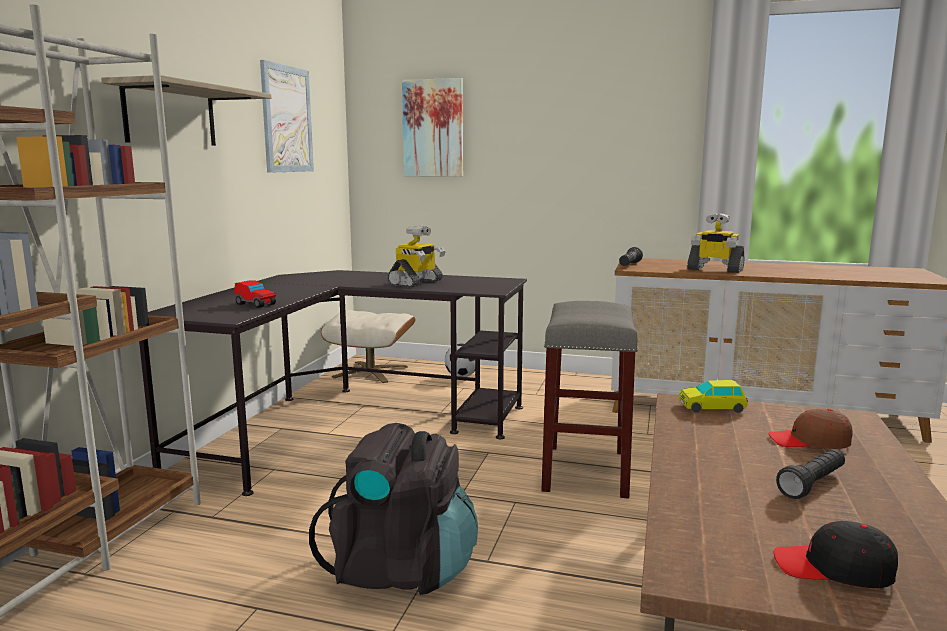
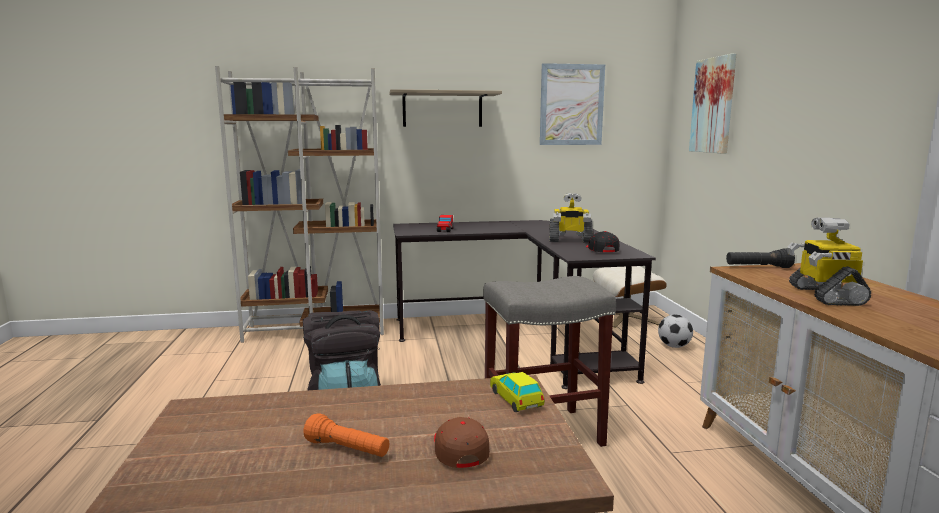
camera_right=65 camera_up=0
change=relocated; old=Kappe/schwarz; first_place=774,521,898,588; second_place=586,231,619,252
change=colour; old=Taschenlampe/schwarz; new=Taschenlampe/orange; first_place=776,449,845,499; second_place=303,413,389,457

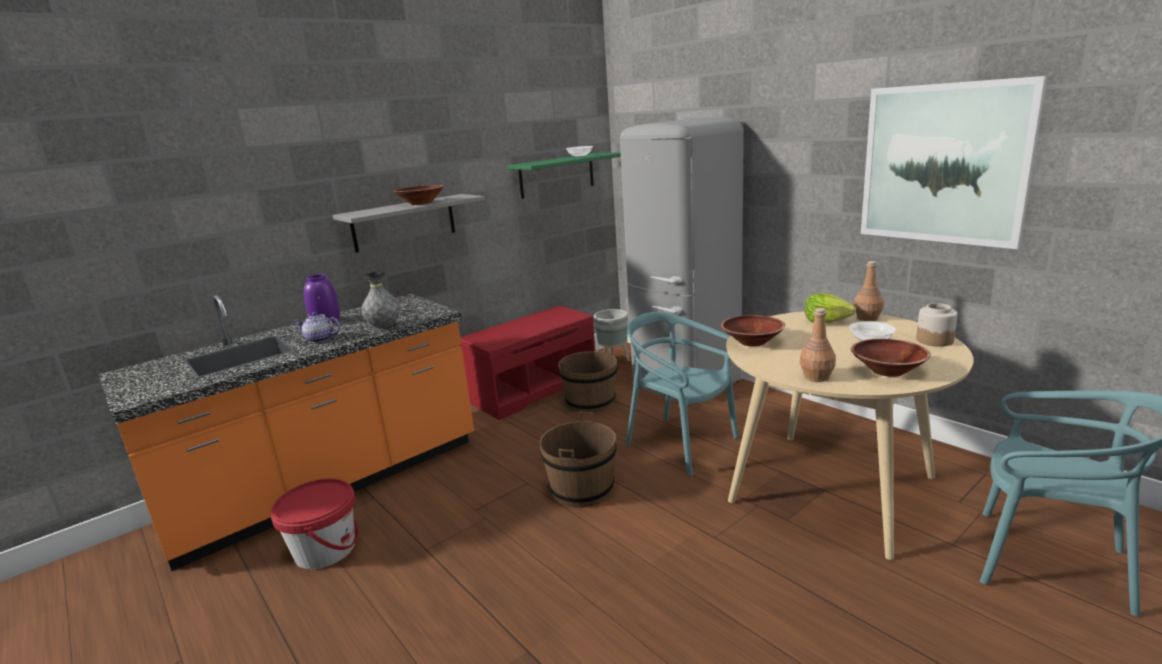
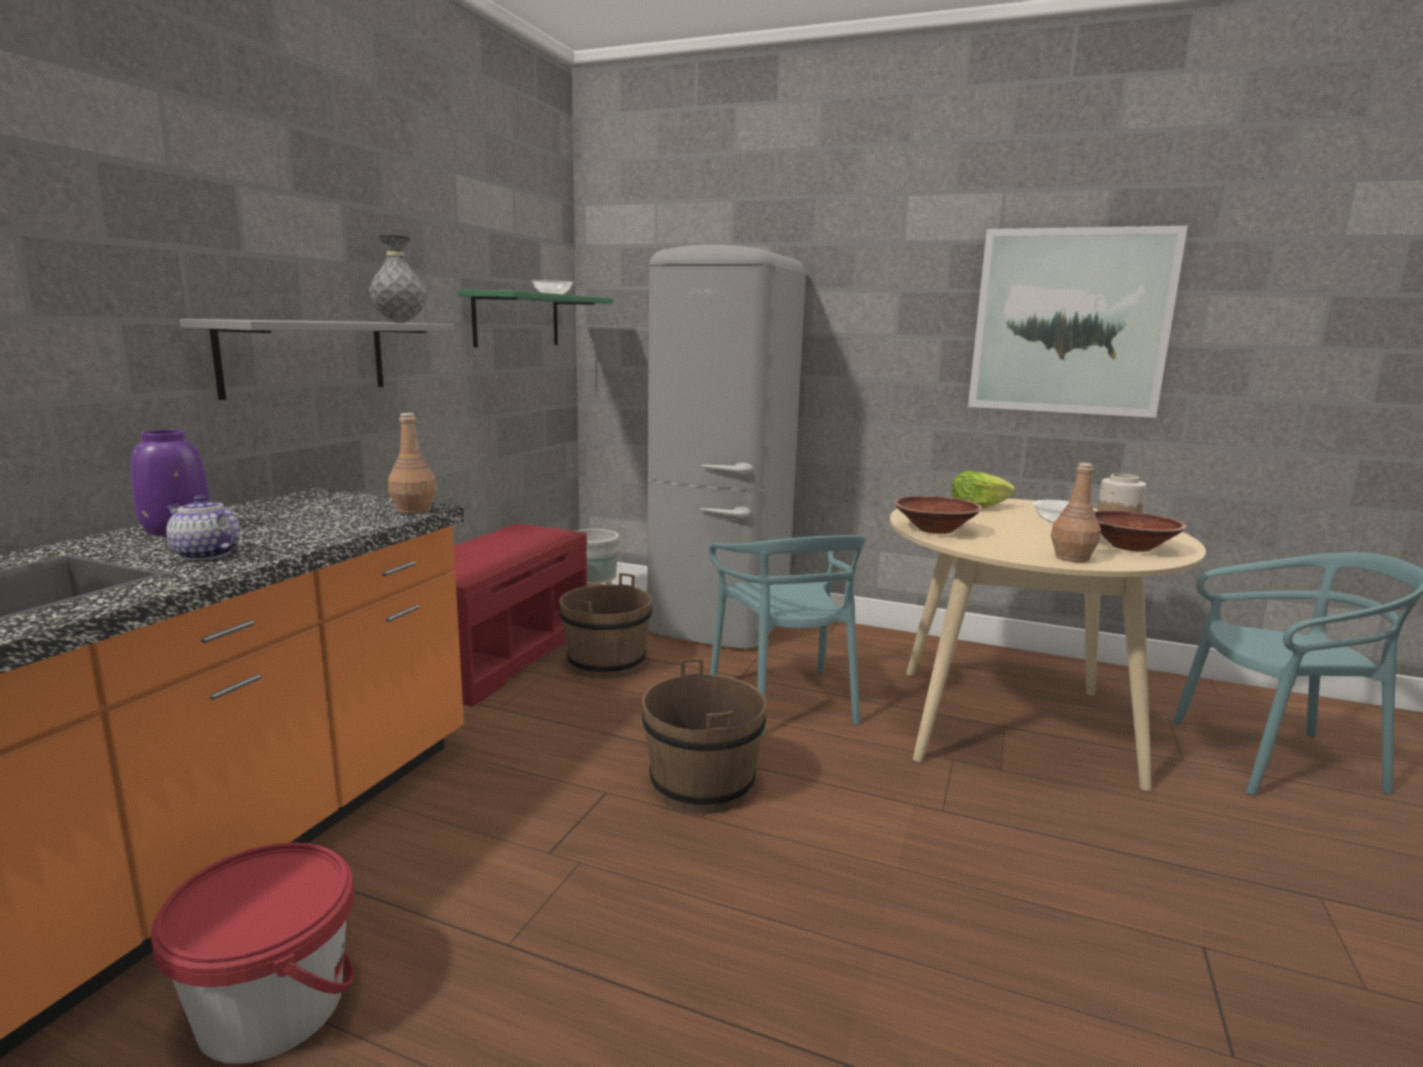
camera_right=-30 camera_up=-5
change=missing; old=Schüssel/braun; first_place=393,185,444,205
change=relocated; old=Vase/grau; first_place=362,271,400,328; second_place=369,235,427,322
change=relocated; old=Flasche/braun; first_place=854,261,884,321; second_place=388,413,437,514
change=spun; old=Teekanne; first_place=294,312,341,343; second_place=166,495,240,561; degrees=45
change=spun; old=Stuhl/türkis; first_place=626,312,739,476; second_place=709,535,866,736; degrees=-120

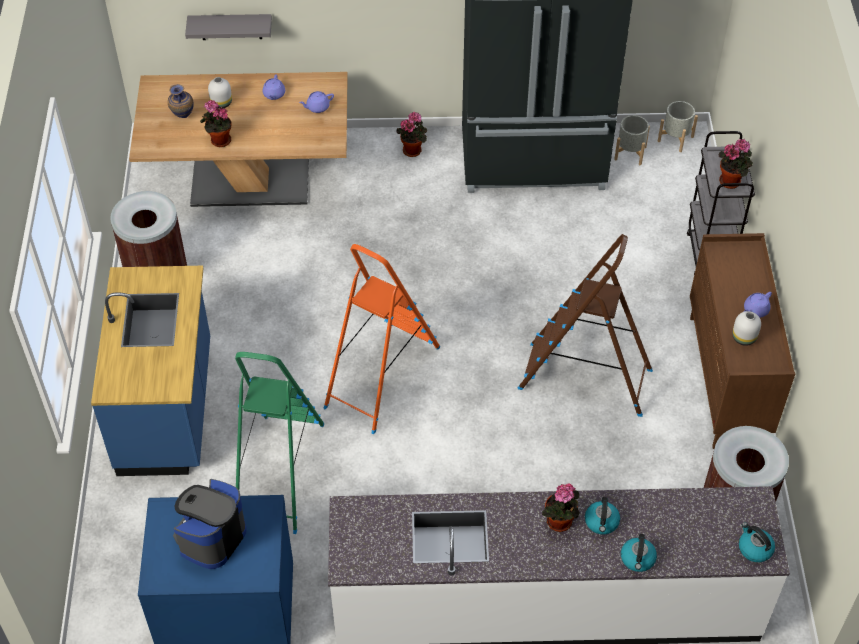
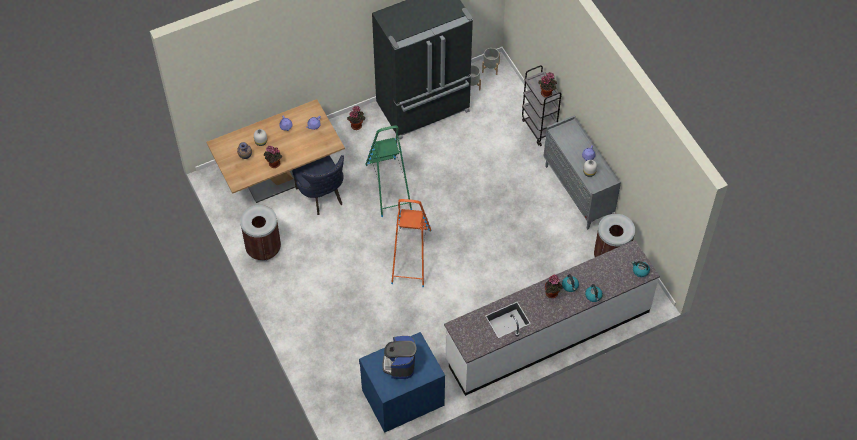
camera_right=-25 camera_up=5
change=missing; old=Küchenzeile/blau; first_place=91,266,210,476
change=missing; old=Wandregal/grau; first_place=185,14,272,40
change=missing; old=Trittleiter/braun; first_place=518,234,653,417
change=appeared; new=Stuhl/blau; second_place=292,155,344,215
change=relocated; old=Trittleiter/grün; first_place=235,352,324,534; second_place=365,126,412,217
change=colour; old=Schrank/braun; new=Schrank/grau; first_place=690,233,795,449; second_place=543,115,621,230

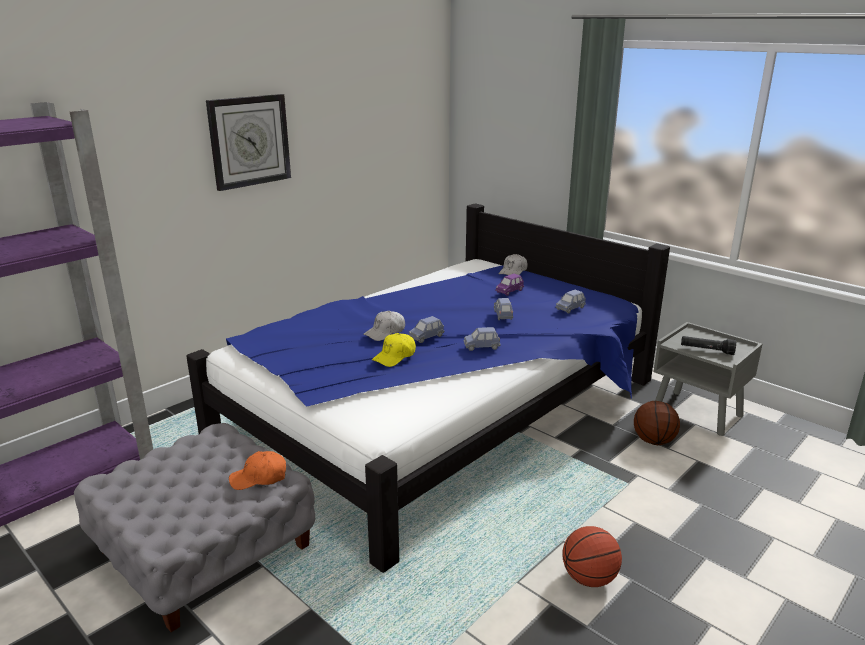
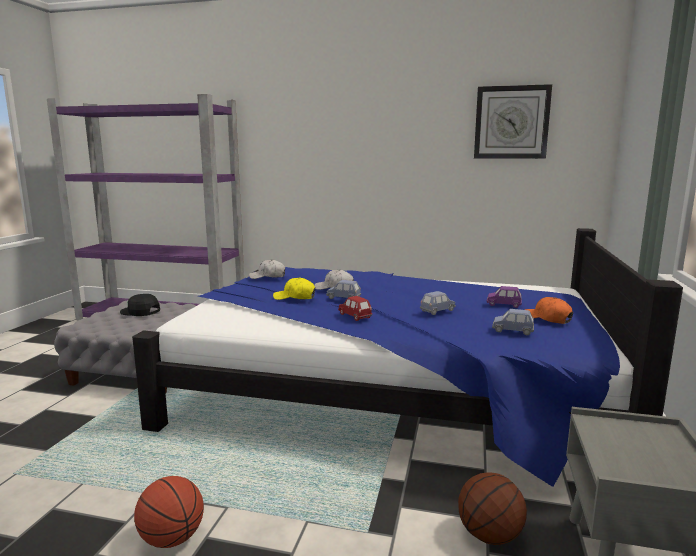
camera_right=60 camera_up=-10
change=missing; old=Taschenlampe/schwarz; first_place=681,336,736,355
change=appeared; new=Kappe/schwarz; second_place=120,294,160,316
change=relocated; old=Wanduhr; first_place=206,94,291,191; second_place=474,84,552,159
change=relocated; old=Kappe/orange; first_place=229,451,286,490; second_place=525,297,573,324
change=relocated; old=Kappe/weiß; first_place=499,254,528,275; second_place=249,259,285,279
change=colour; old=Spielzeugauto/blau; new=Spielzeugauto/rot; first_place=463,327,501,351; second_place=338,296,372,321

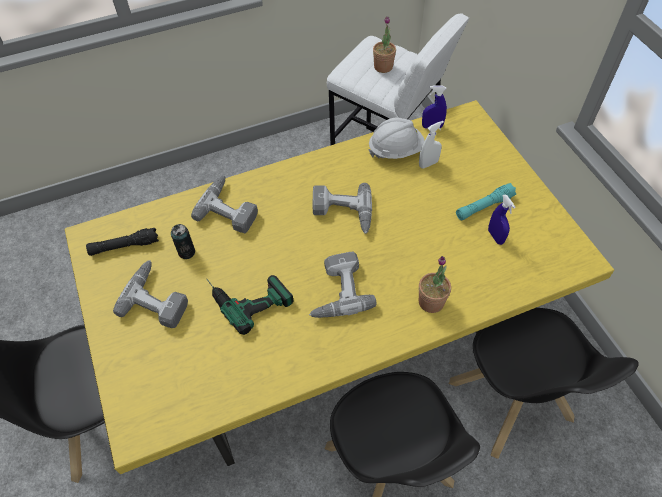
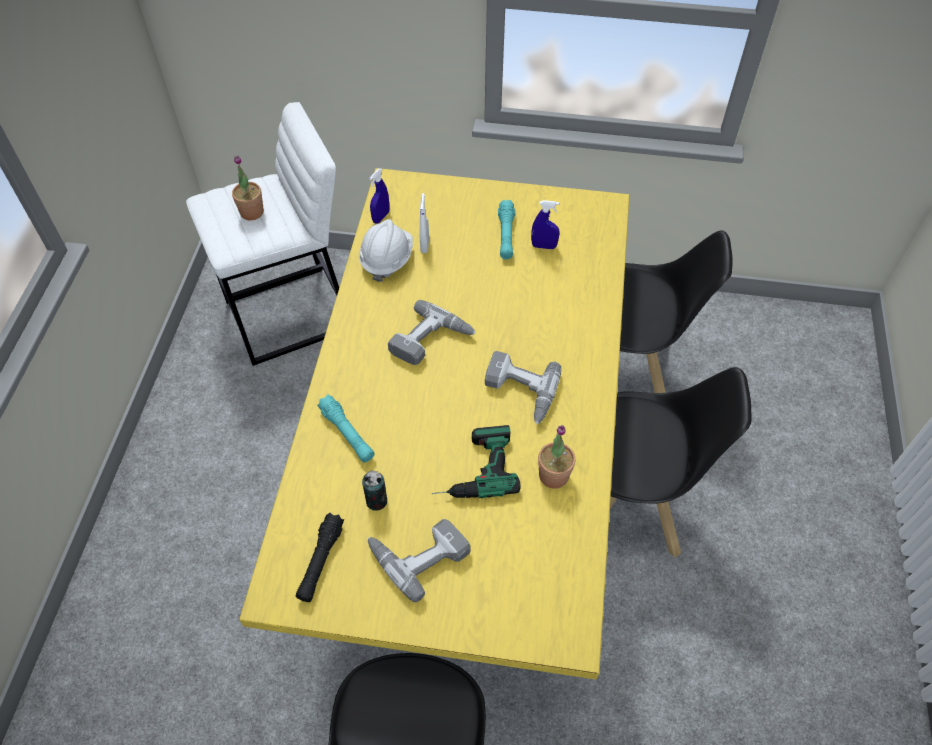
camera_right=-60 camera_up=0
change=relocated; old=Topfpflanze; first_place=419,256,451,313; second_place=538,425,575,489
change=exchanged; old=Bohrmaschine; new=Taschenlampe/türkis; first_place=191,175,258,233; second_place=317,395,375,463

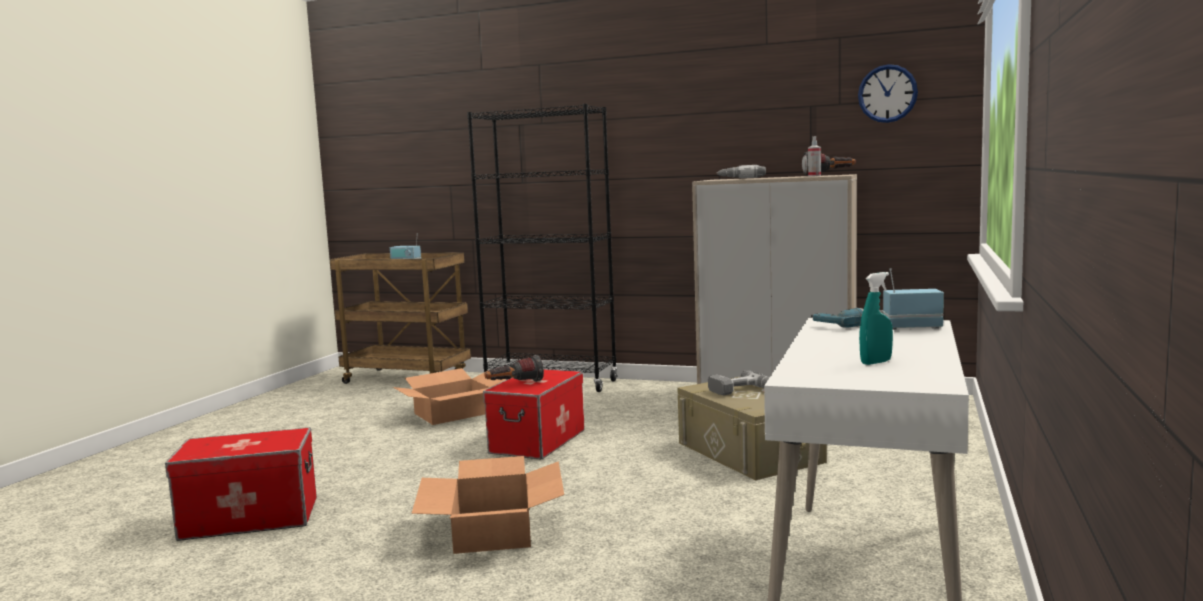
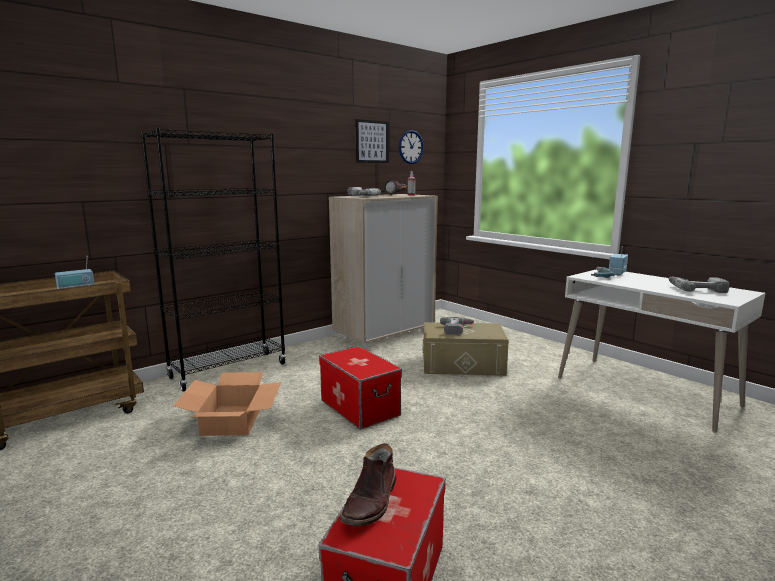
camera_right=-60 camera_up=5
change=missing; old=Karton; first_place=411,456,564,554
change=missing; old=Taschenlampe; first_place=484,355,544,382
change=appeared; new=Stiefel/braun; second_place=340,443,396,526
change=appeared; new=Bild; second_place=355,119,389,163
change=exchanged; old=Sprühflasche/türkis; new=Bohrmaschine; first_place=859,272,893,365; second_place=669,277,730,293

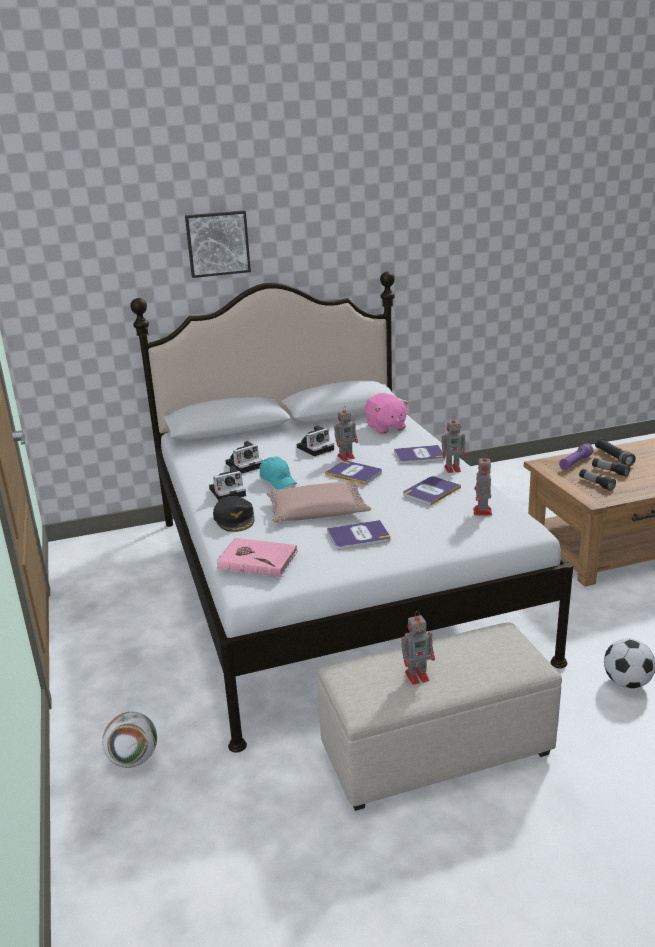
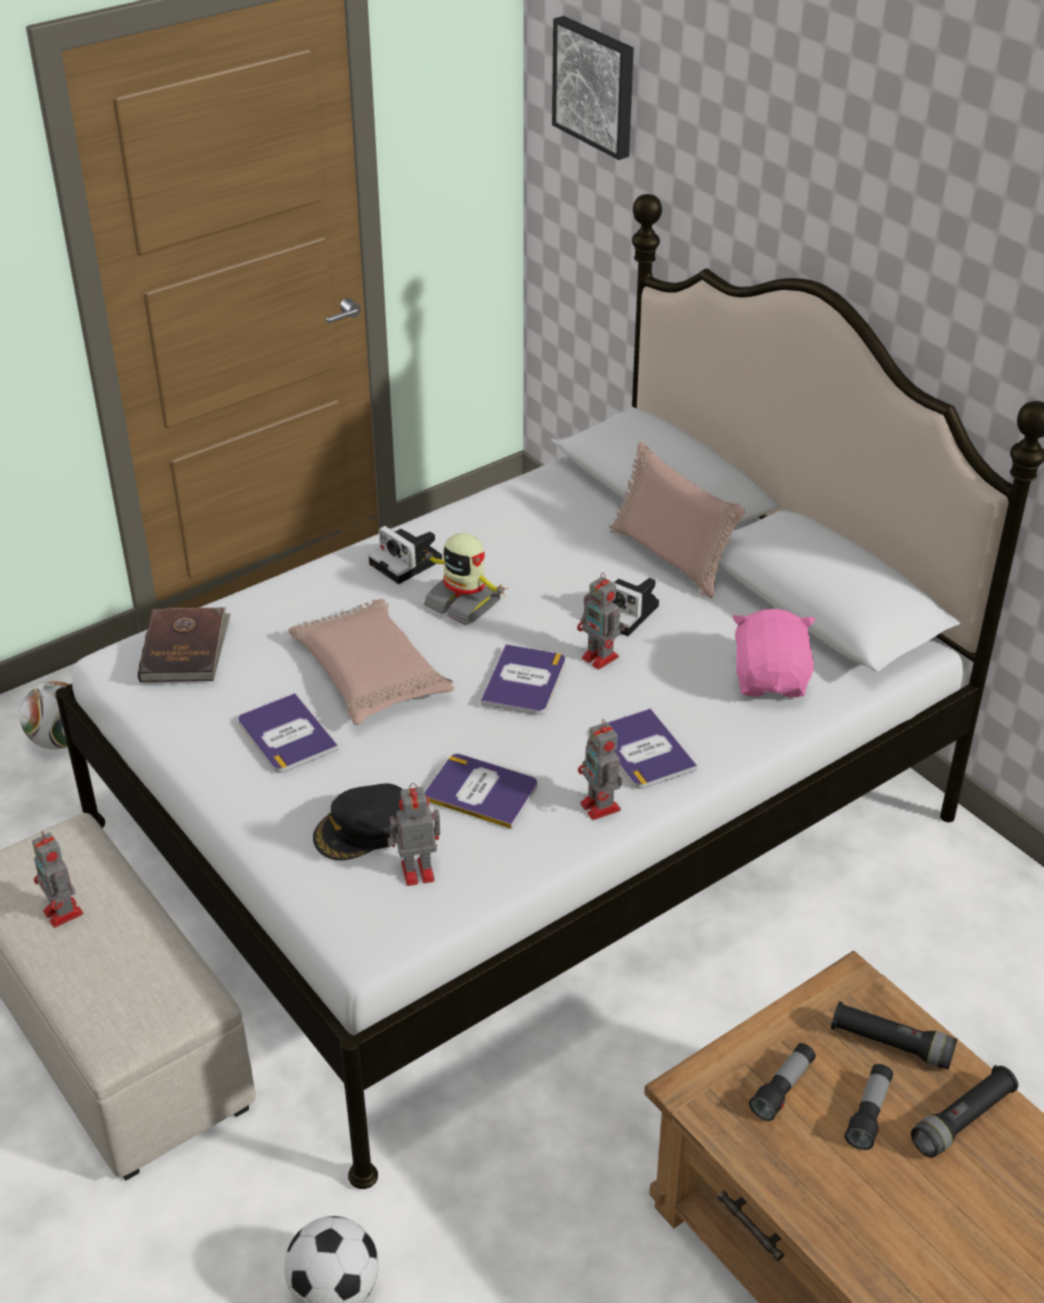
camera_right=70 camera_up=15
change=missing; old=Kamera; first_place=225,441,263,473
change=appeared; new=Kissen/beige; second_place=609,442,745,598
change=relocated; old=Bild; first_place=185,211,251,278; second_place=552,16,634,160
change=relocated; old=Kappe/schwarz; first_place=213,496,254,532; second_place=313,783,403,861
change=exchanged; old=Kappe/türkis; new=Spielzeugroboter; first_place=259,456,297,489; second_place=423,533,508,626
change=colour; old=Buch/rosa; new=Buch/braun; first_place=217,538,298,577; second_place=138,607,231,683
change=colour; old=Taschenlampe/lila; new=Taschenlampe/schwarz; first_place=559,443,593,470; second_place=831,1001,957,1070
change=spun; old=Plüschtier/rosa; first_place=365,393,409,434; second_place=732,609,816,697; degrees=135

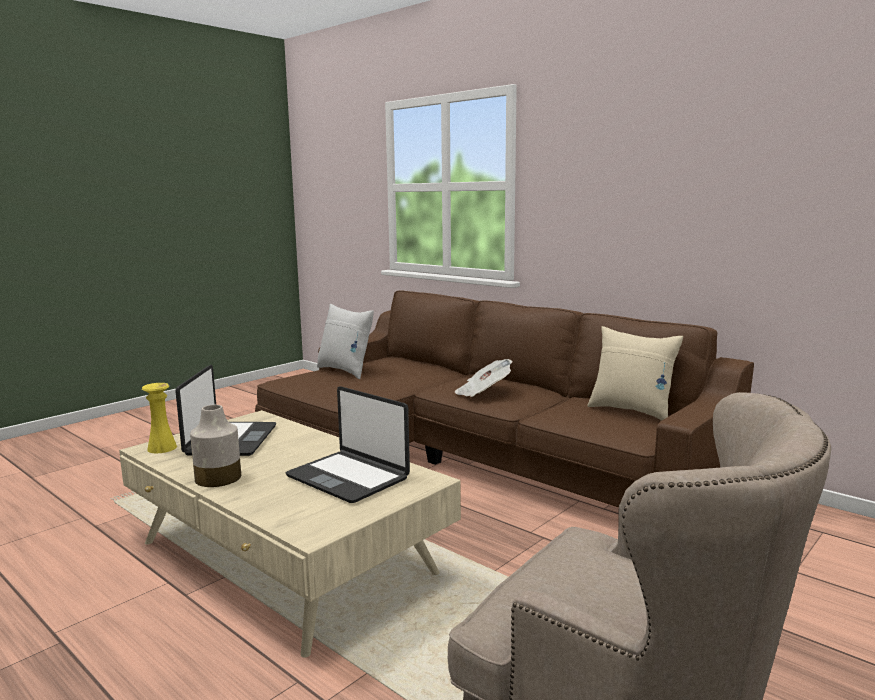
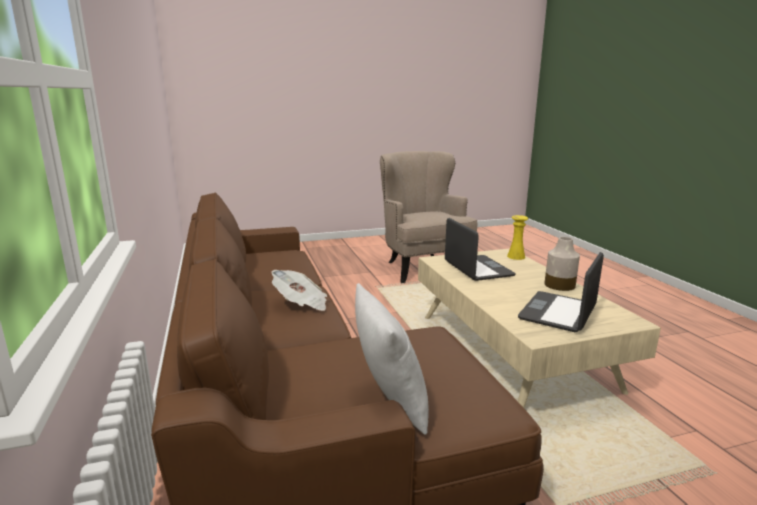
camera_right=-150 camera_up=5
change=missing; old=Kissen/beige; first_place=587,326,683,421
change=relocated; old=Vase/gelb; first_place=142,383,177,454; second_place=507,215,528,260

